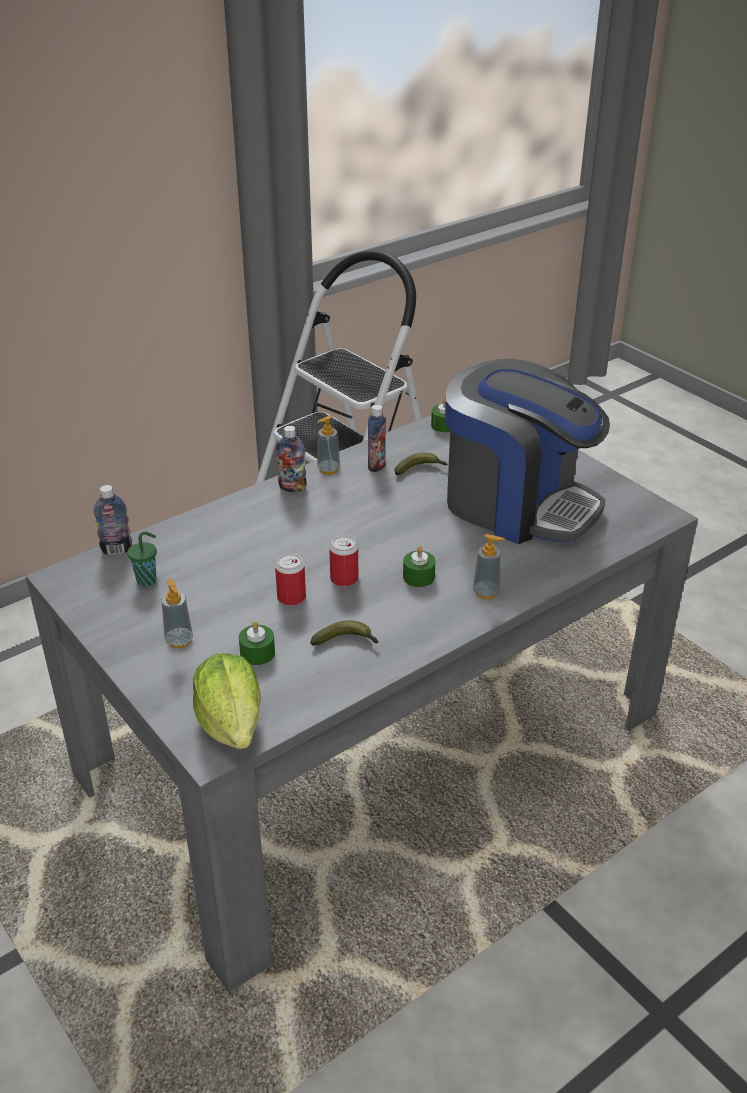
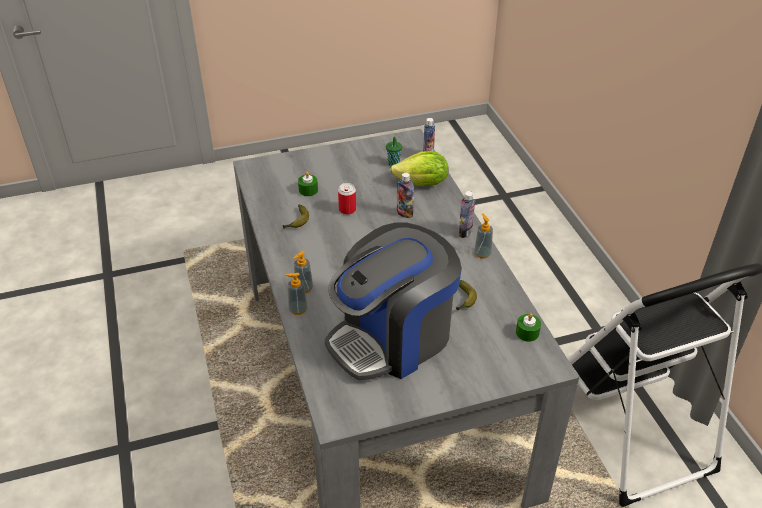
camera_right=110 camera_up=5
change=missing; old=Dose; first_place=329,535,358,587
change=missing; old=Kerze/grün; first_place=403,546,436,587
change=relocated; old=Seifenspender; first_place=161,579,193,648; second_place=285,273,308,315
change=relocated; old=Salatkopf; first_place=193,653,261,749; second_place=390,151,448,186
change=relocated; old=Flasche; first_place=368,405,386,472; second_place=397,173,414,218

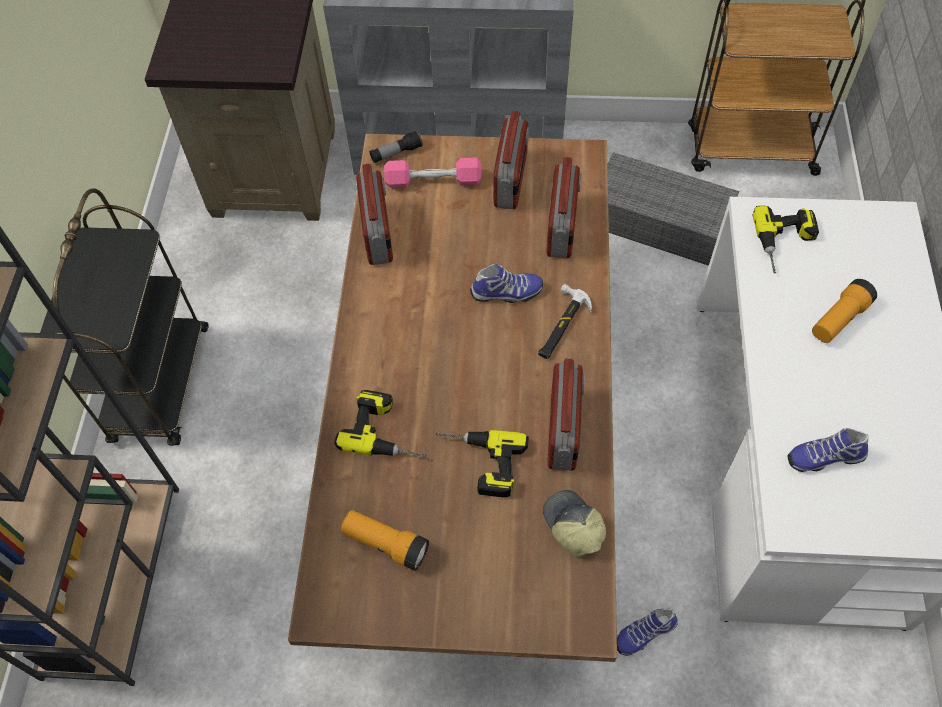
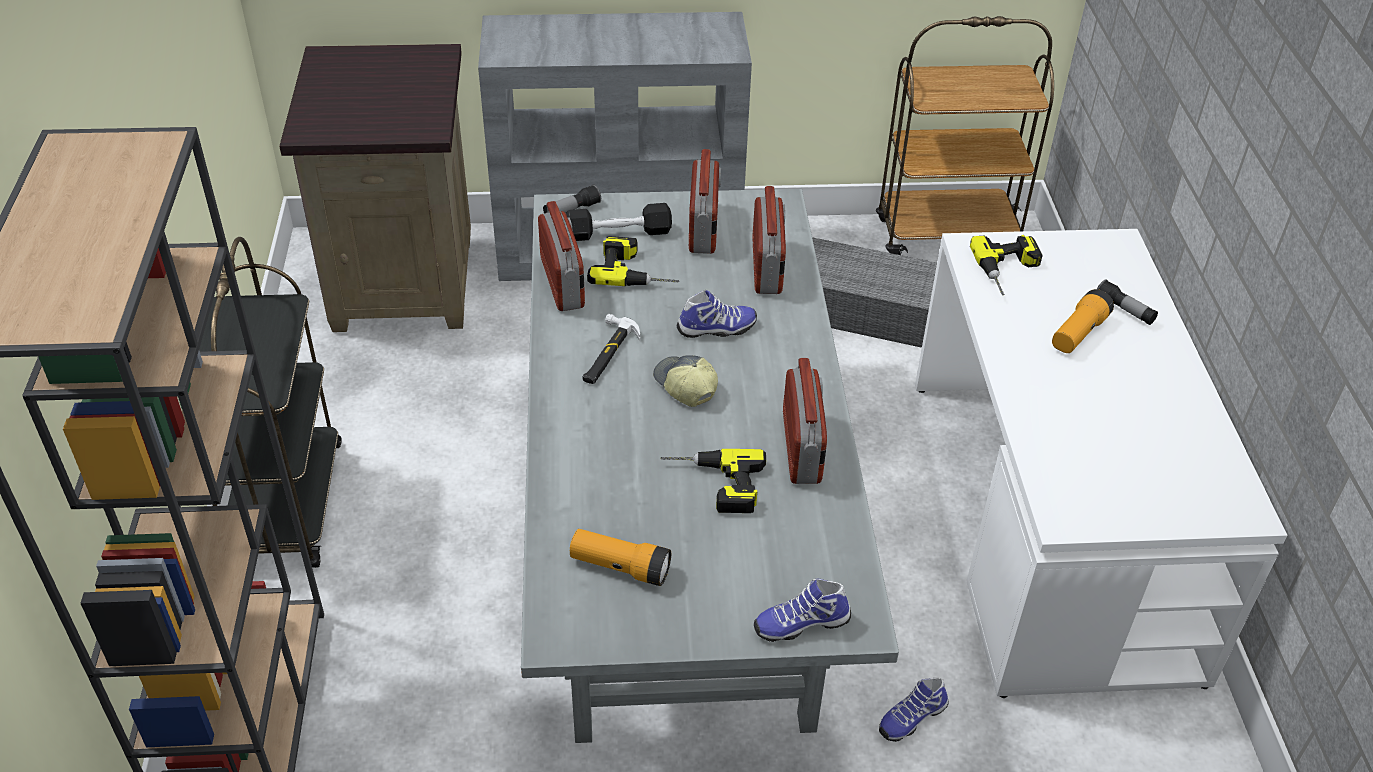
camera_right=-10 camera_up=-15
change=appeared; new=Taschenlampe; second_place=1097,279,1158,325
change=relocated; old=Bohrmaschine; first_place=334,390,427,457; second_place=587,236,680,286
change=relocated; old=Hammer; first_place=538,284,592,359; second_place=582,314,640,384
change=relocated; old=Kappe; first_place=543,490,606,557; second_place=653,355,718,407
change=relocated; old=Schuh; first_place=788,428,869,472; second_place=754,579,851,642
change=colour; old=Esstisch/braun; new=Esstisch/grau; first_place=288,134,617,662; second_place=521,189,899,743
change=colour; old=Hantel/rosa; new=Hantel/schwarz; first_place=384,158,481,188; second_place=566,203,672,241

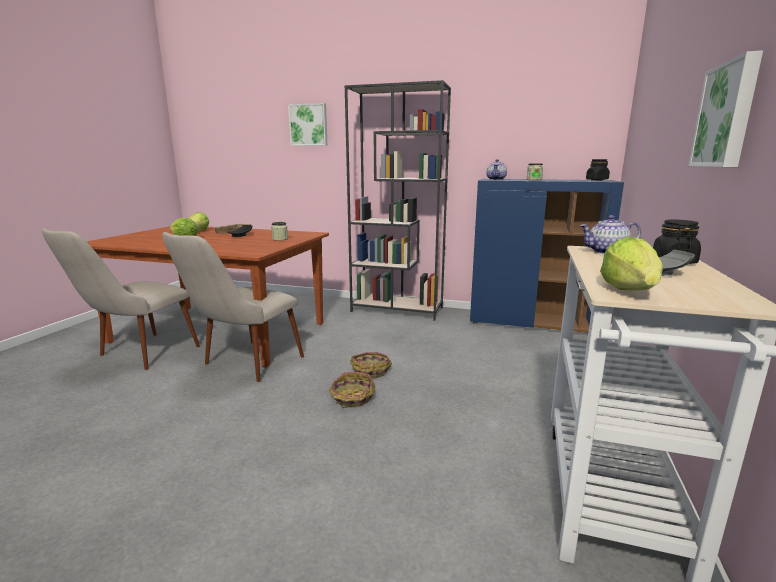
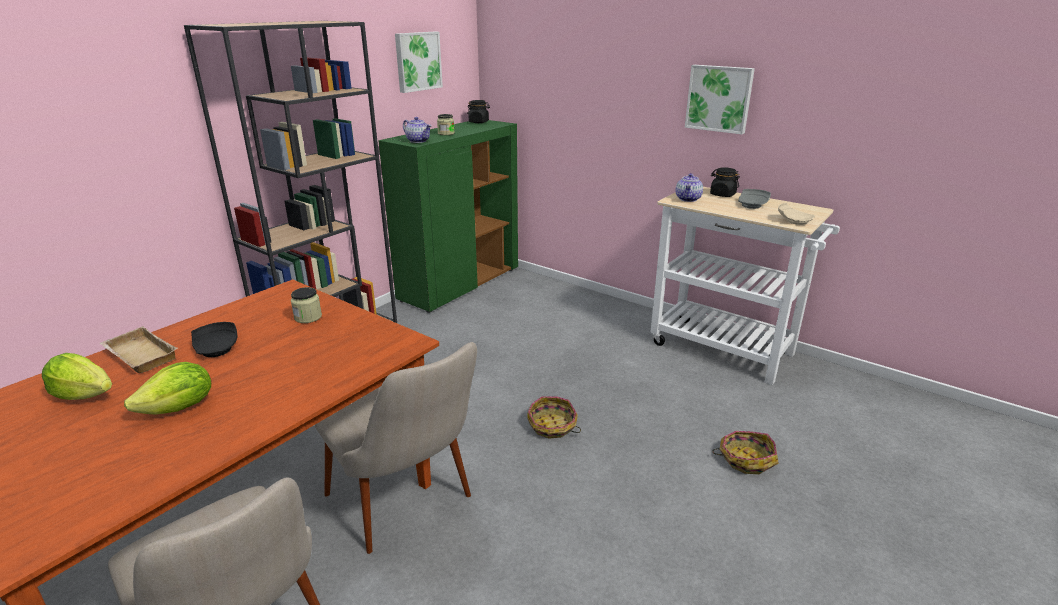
camera_right=-70 camera_up=10
change=relocated; old=Bild; first_place=288,103,328,146; second_place=395,32,443,93
change=relocated; old=Korb; first_place=350,352,392,378; second_place=712,431,779,474
change=exchanged; old=Salatkopf; new=Teller/beige; first_place=600,236,663,291; second_place=778,203,815,225
change=colour; old=Schrank/blau; new=Schrank/grün; first_place=470,179,624,333; second_place=378,120,518,313

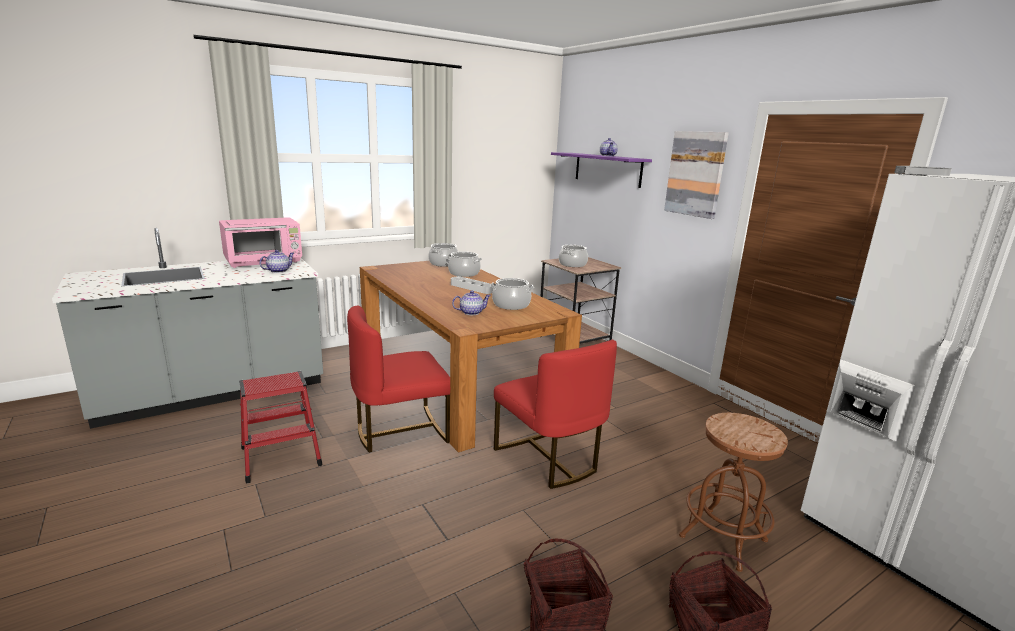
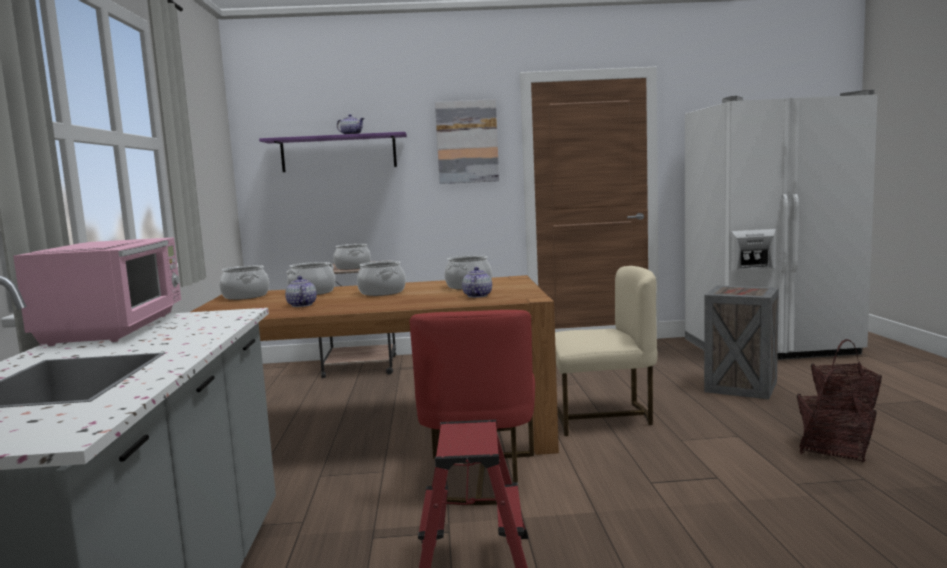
camera_right=-60 camera_up=-10
change=relocated; old=Teekanne; first_place=259,250,294,273; second_place=285,276,317,307
change=exchanged; old=Tablett/grau; new=Kochtopf; first_place=451,276,493,294; second_place=357,261,406,296
change=exchanged; old=Hocker/braun; new=Kiste; first_place=679,413,788,572; second_place=704,285,779,399
change=colour; old=Stuhl/rot; new=Stuhl/beige; first_place=494,340,617,489; second_place=555,266,657,436

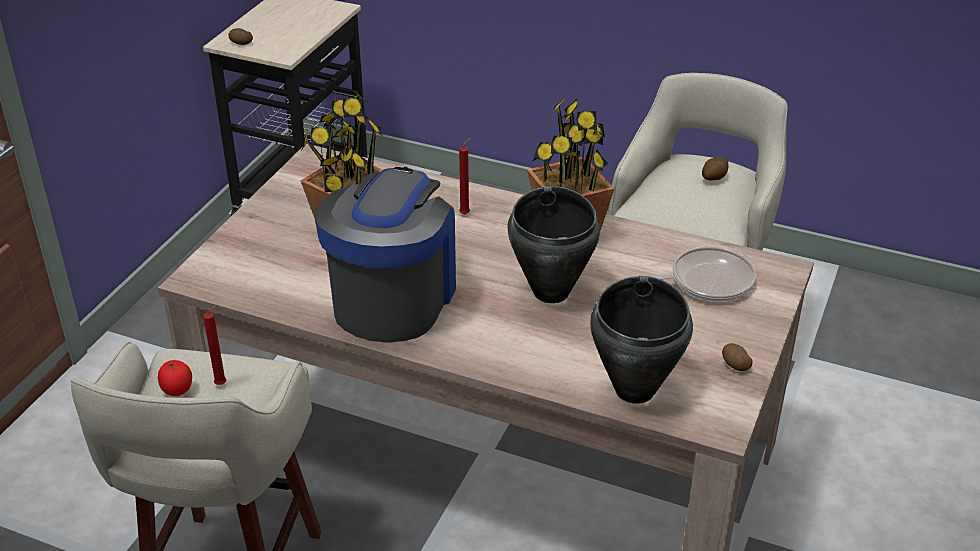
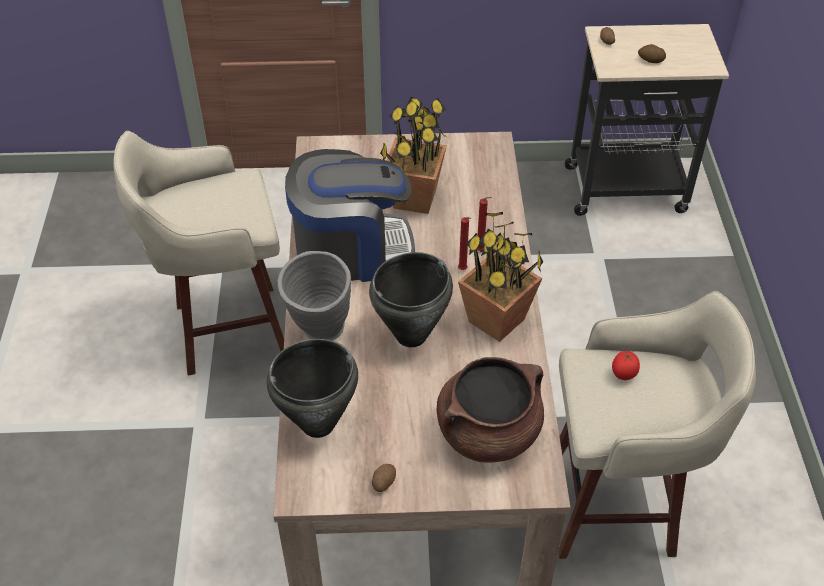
camera_right=65 camera_up=10
change=appeared; new=Vase/grau; second_place=278,251,351,341
change=relocated; old=Tomate; first_place=158,360,192,396; second_place=612,351,640,380
change=relocated; old=Kerze/rot; first_place=203,305,226,385; second_place=458,217,471,270
change=relocated; old=Kartoffel; first_place=702,157,729,181; second_place=638,44,666,63
change=exchanged; old=Pfanne; new=Kochtopf/braun; first_place=650,247,756,302; second_place=437,357,544,463

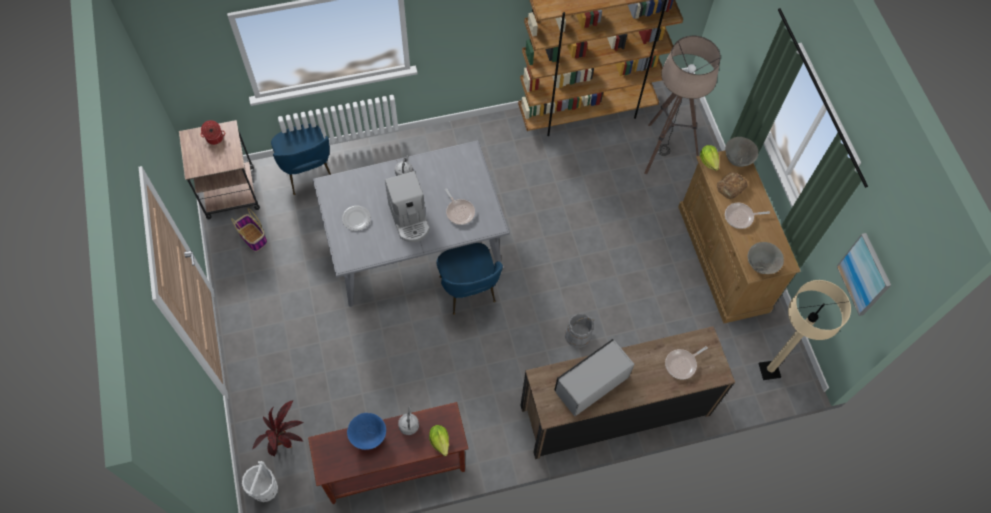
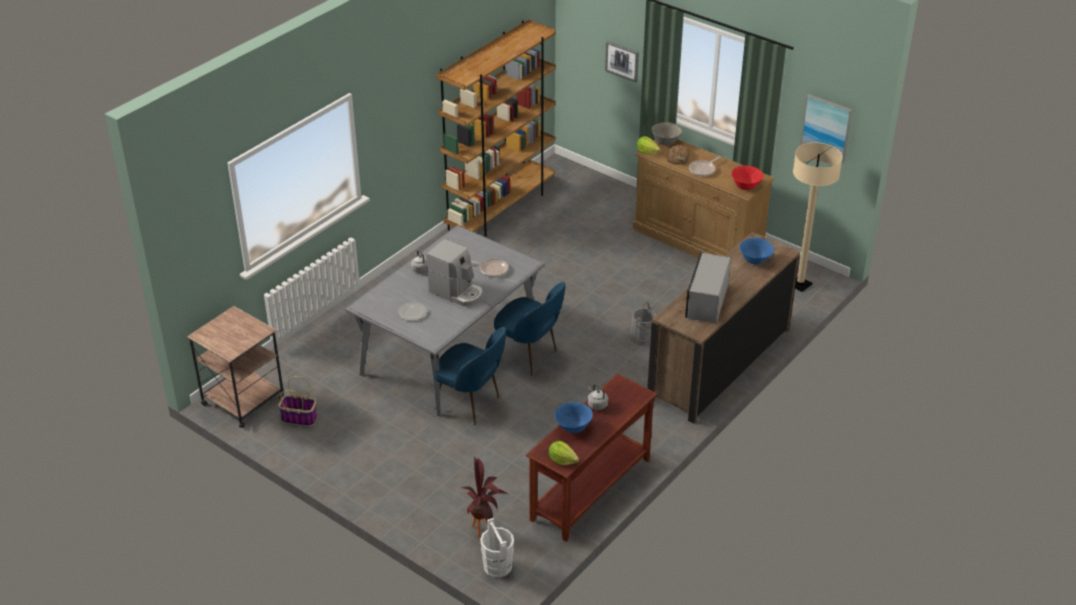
camera_right=-35 camera_up=-25
change=missing; old=Kochtopf; first_place=200,120,225,145
change=missing; old=Stehlampe; first_place=644,36,721,175
change=appeared; new=Bild; second_place=605,41,639,82
change=relocated; old=Stuhl/blau; first_place=271,124,331,195; second_place=434,327,506,425
change=relocated; old=Salatkopf; first_place=429,425,449,456; second_place=549,441,579,465
change=exchanged; old=Pfanne; new=Schüssel/blau; first_place=665,346,708,379; second_place=739,238,774,264
change=colour; old=Schüssel/grau; new=Schüssel/rot; first_place=748,242,784,274; second_place=731,166,763,190

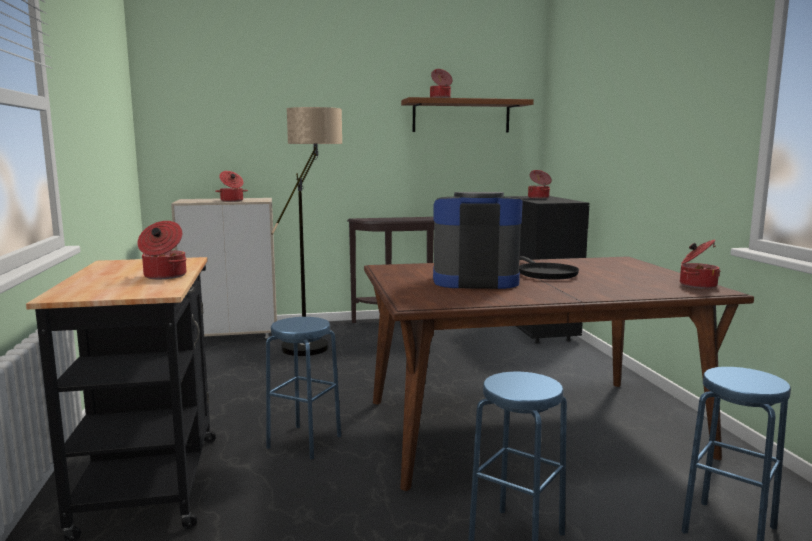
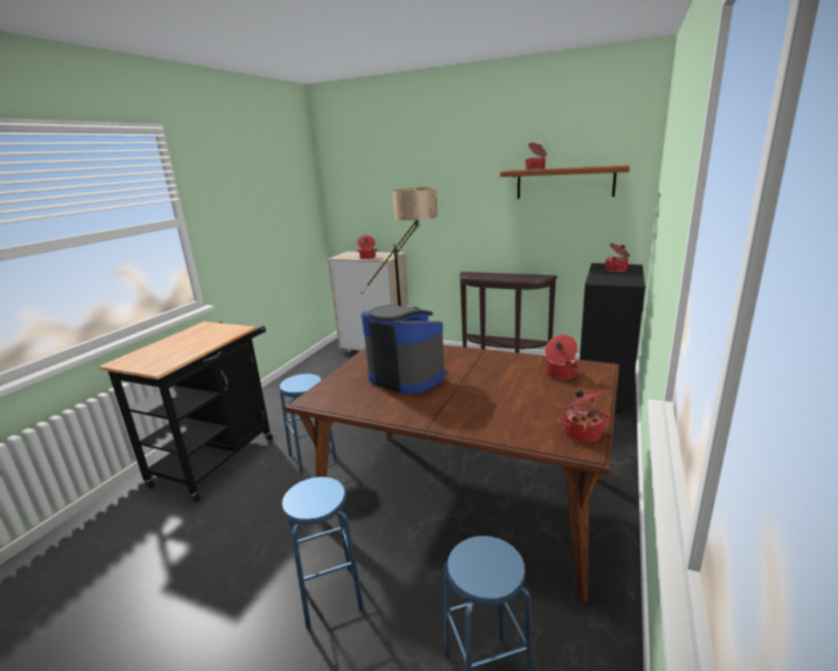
camera_right=35 camera_up=10
change=missing; old=Pfanne/schwarz; first_place=519,256,579,280
change=relocated; old=Kochtopf; first_place=137,221,186,279; second_place=545,335,578,380

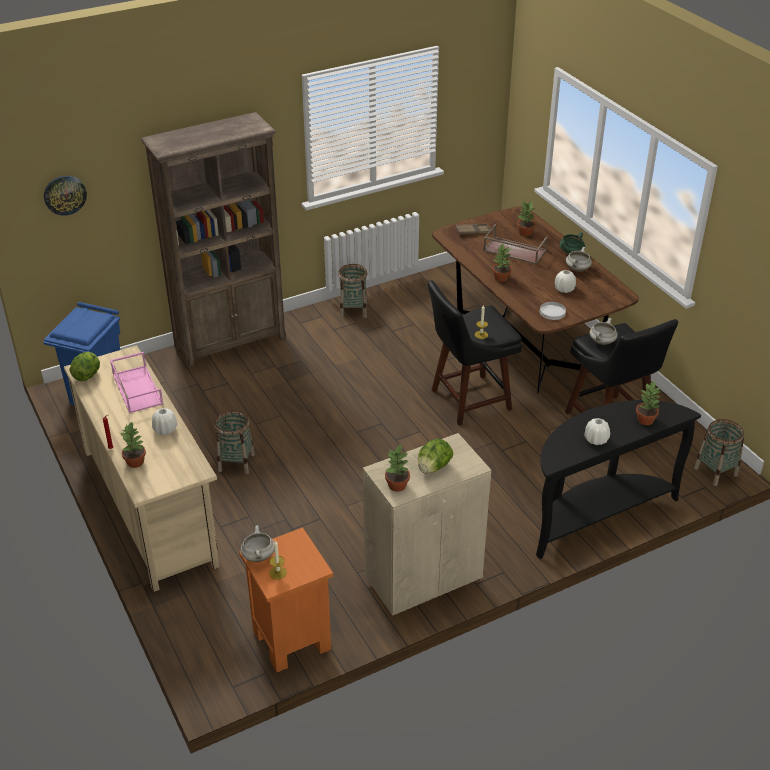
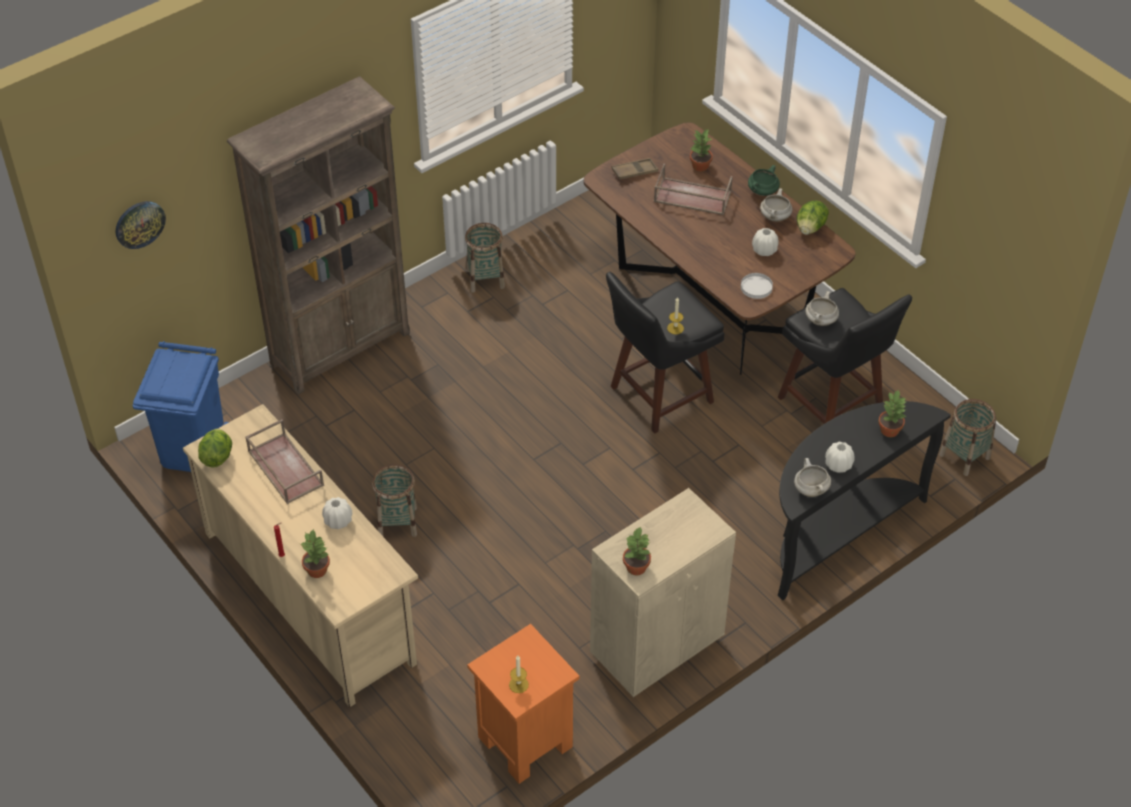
camera_right=-10 camera_up=10
change=missing; old=Topfpflanze; first_place=492,244,512,282
change=relocated; old=Kochtopf/weiß; first_place=240,525,274,562; second_place=794,458,831,497
change=relocated; old=Salatkopf; first_place=418,439,453,473; second_place=797,200,829,235
change=colour; old=Tablett/rosa; new=Tablett/braun; first_place=110,352,163,413; second_place=245,419,324,504

